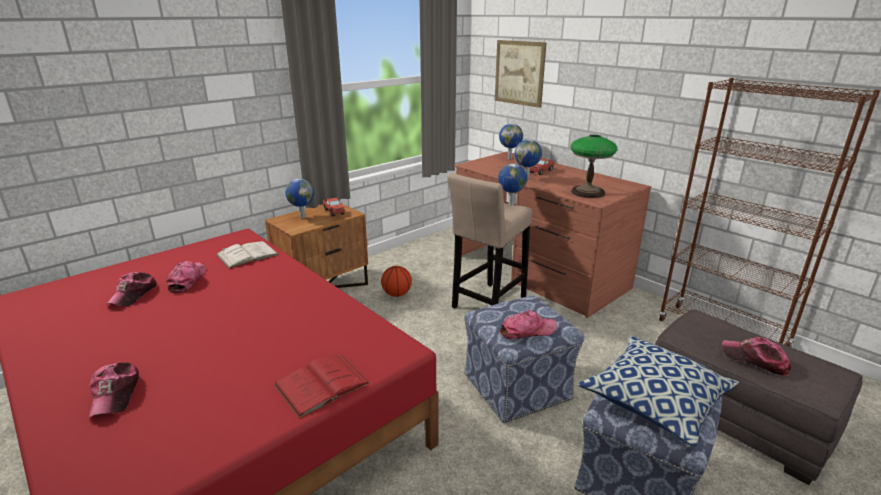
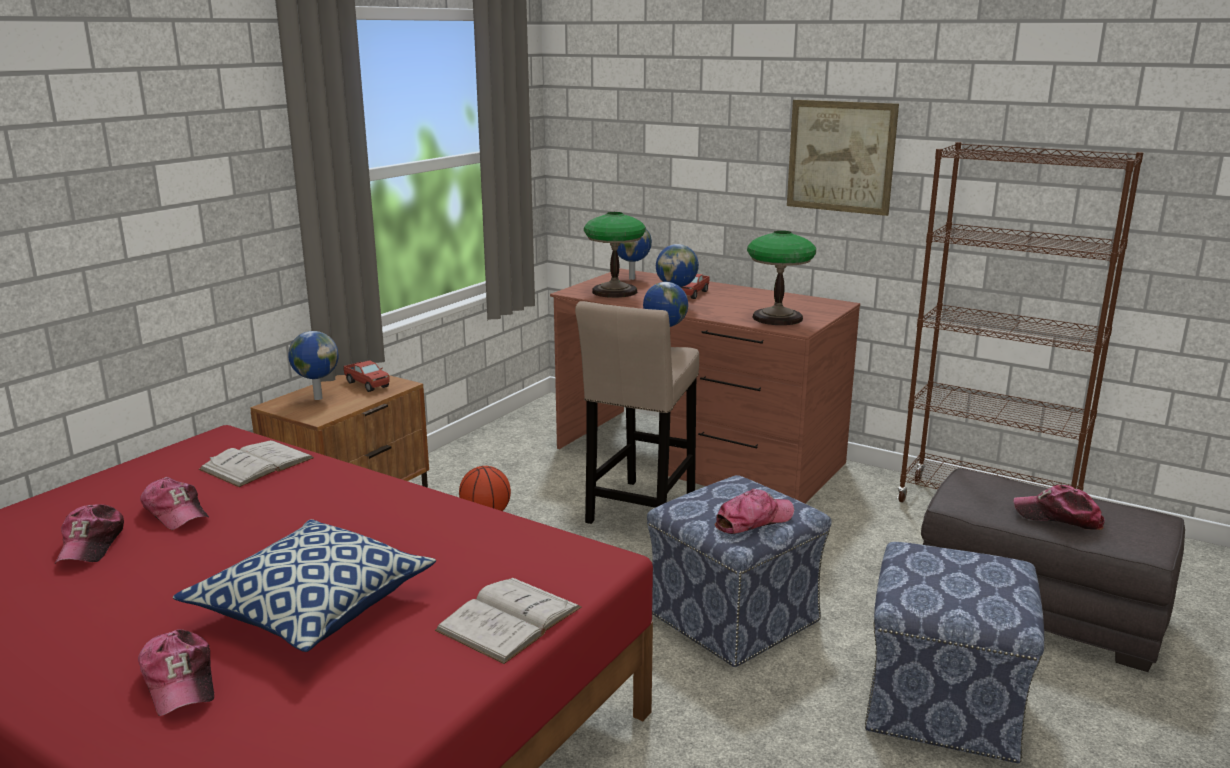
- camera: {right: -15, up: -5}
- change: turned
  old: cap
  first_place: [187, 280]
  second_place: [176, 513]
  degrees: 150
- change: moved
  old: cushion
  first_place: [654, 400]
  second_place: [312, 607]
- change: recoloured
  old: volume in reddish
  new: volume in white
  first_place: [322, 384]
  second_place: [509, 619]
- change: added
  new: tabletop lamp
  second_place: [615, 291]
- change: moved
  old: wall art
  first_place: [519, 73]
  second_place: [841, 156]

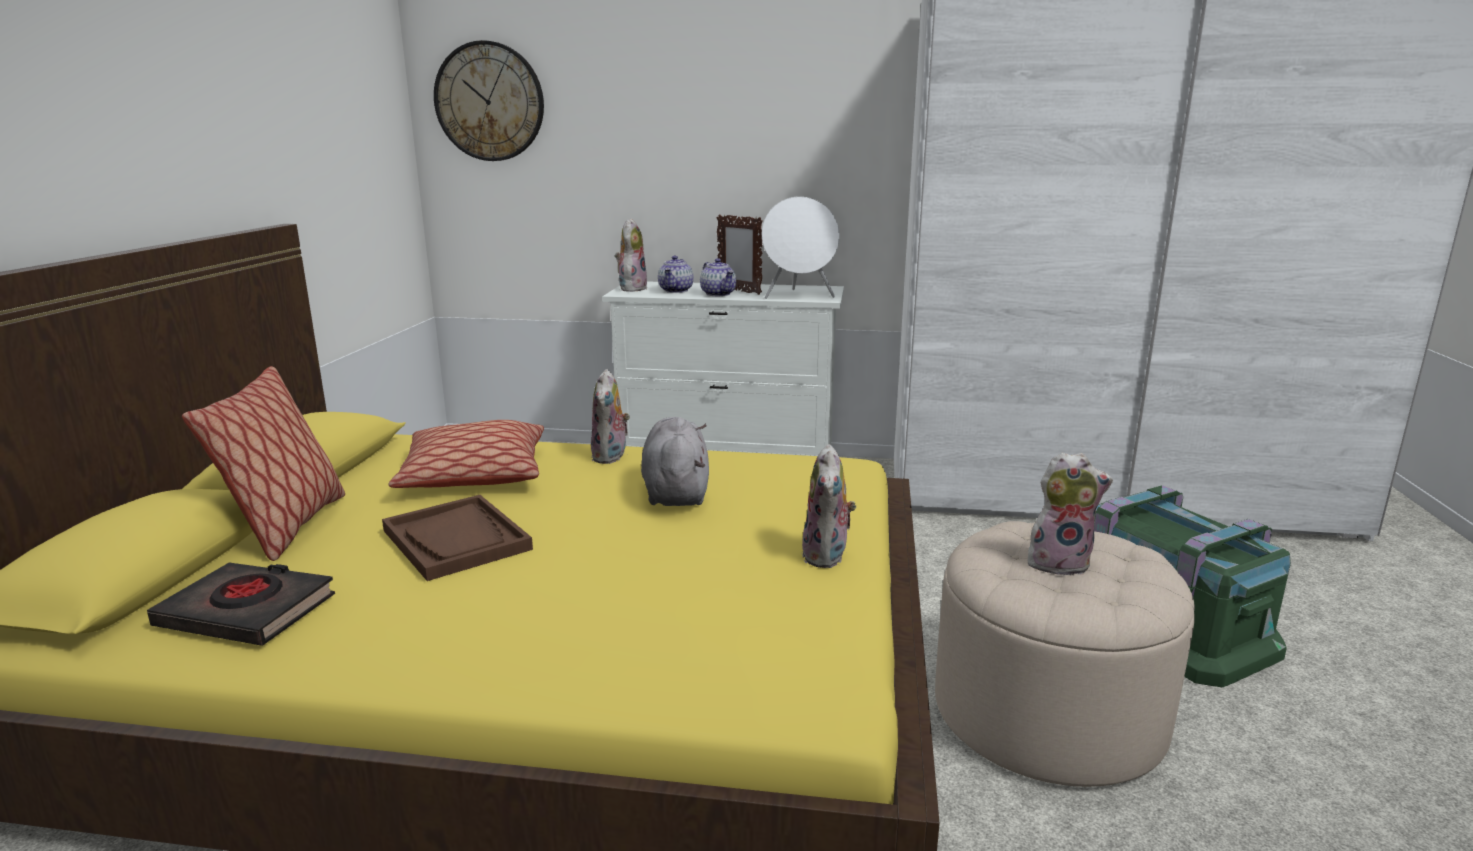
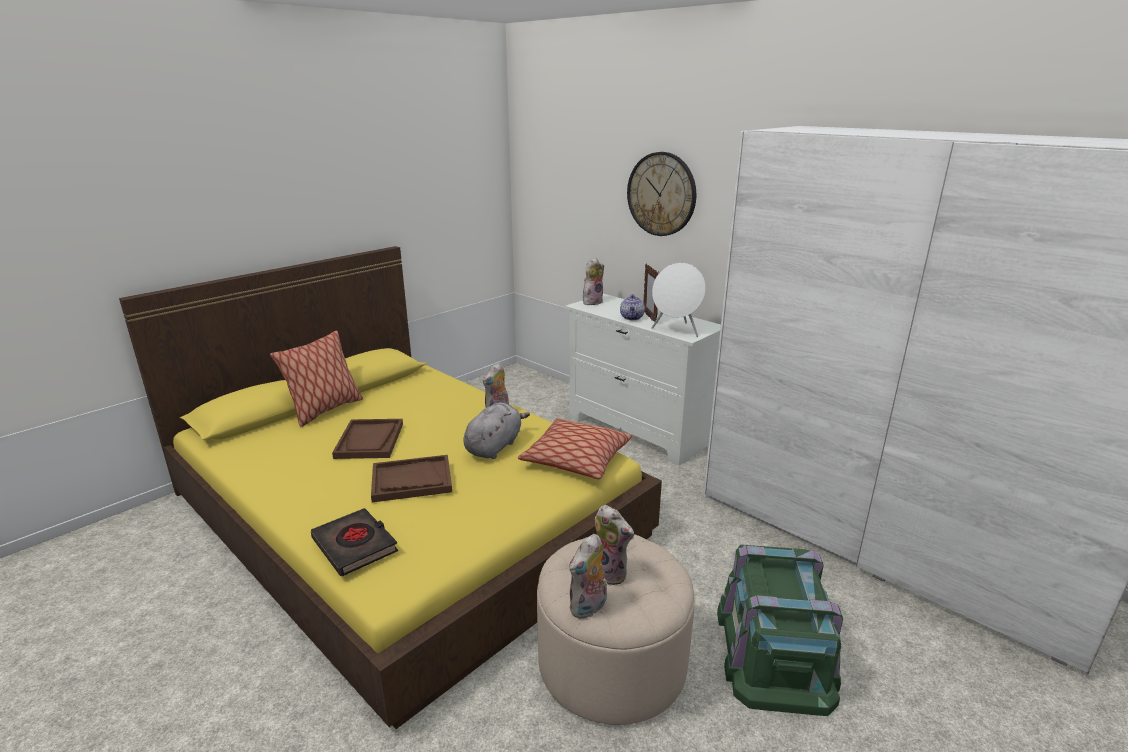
- camera: {right: 35, up: 5}
- change: moved
  old: volume in blackish
  first_place: [247, 612]
  second_place: [355, 546]
- change: added
  new: serving tray in brown-coloured
  second_place: [411, 480]
- change: moved
  old: cushion
  first_place: [474, 475]
  second_place: [576, 459]
- change: moved
  old: soft toy
  first_place: [828, 556]
  second_place: [589, 608]
- change: moved
  old: hanging clock
  first_place: [489, 102]
  second_place: [661, 194]
- change: removed
  old: tea pot
  first_place: [676, 290]

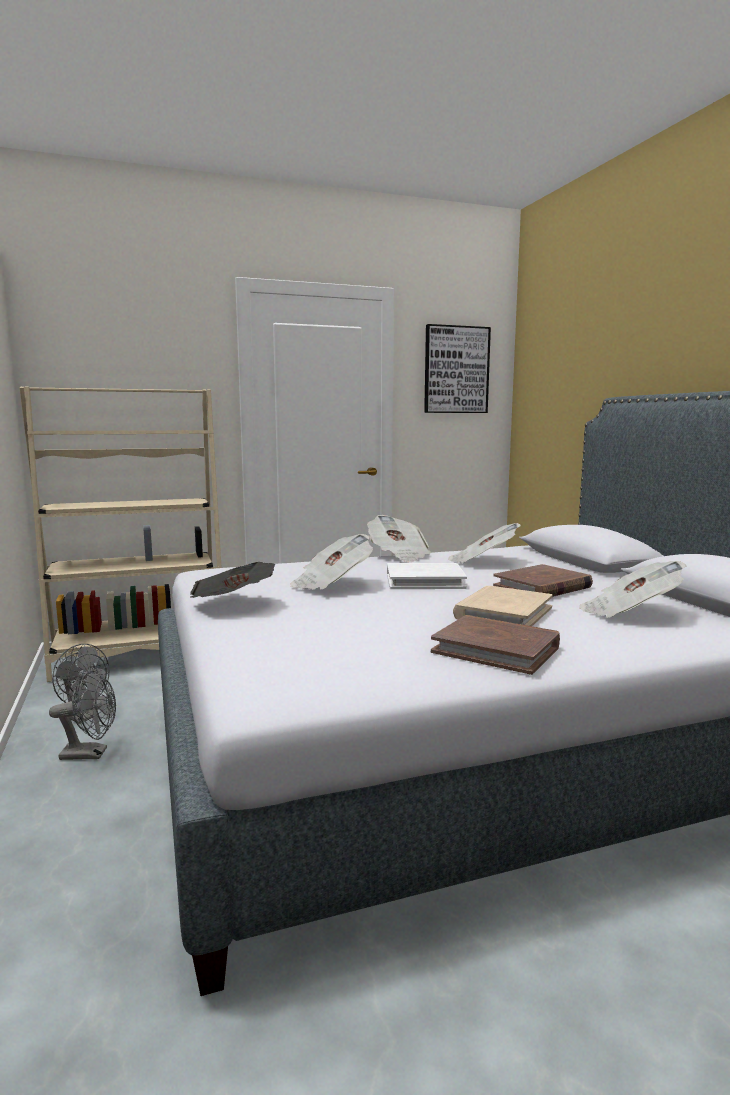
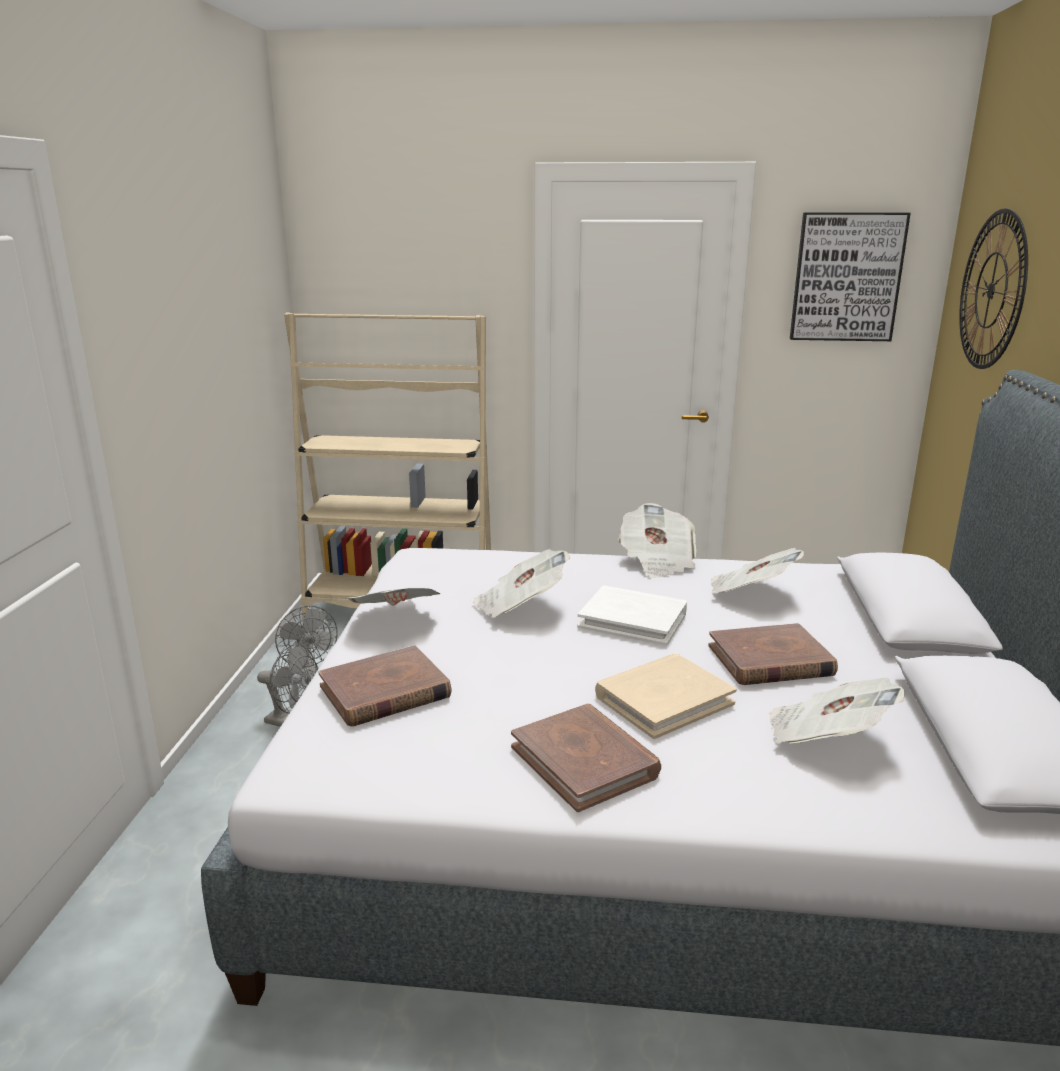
- camera: {right: 25, up: 10}
- change: added
  new: volume in brown-coloured
  second_place: [385, 692]
- change: added
  new: hanging clock
  second_place: [991, 290]

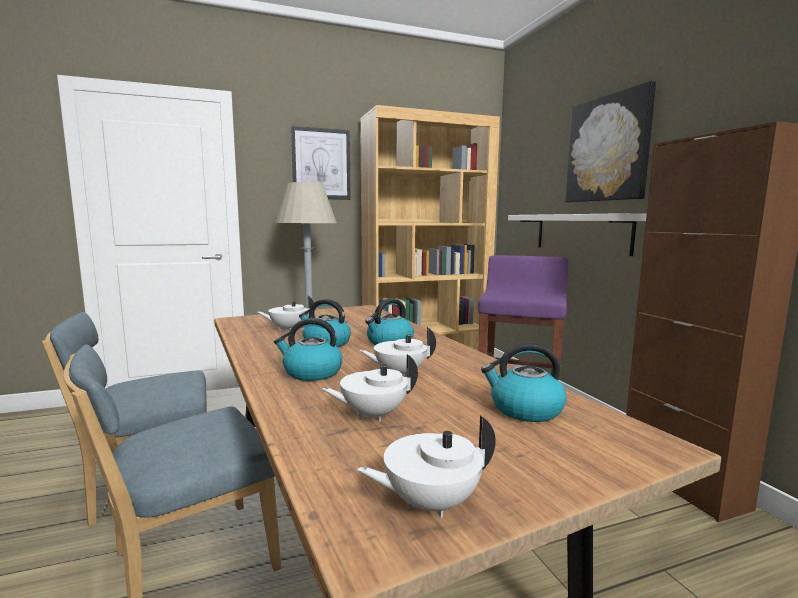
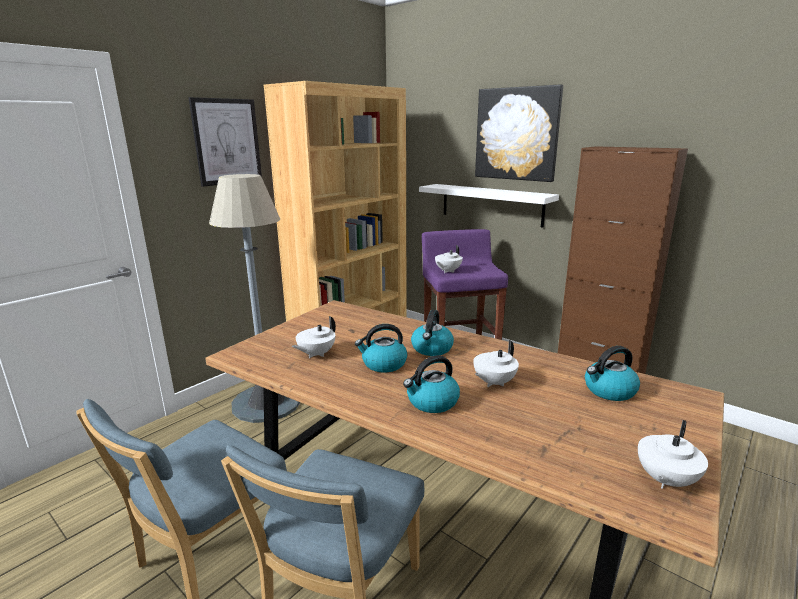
- camera: {right: -30, up: 10}
- change: moved
  old: tea pot in white
  first_place: [372, 415]
  second_place: [447, 271]

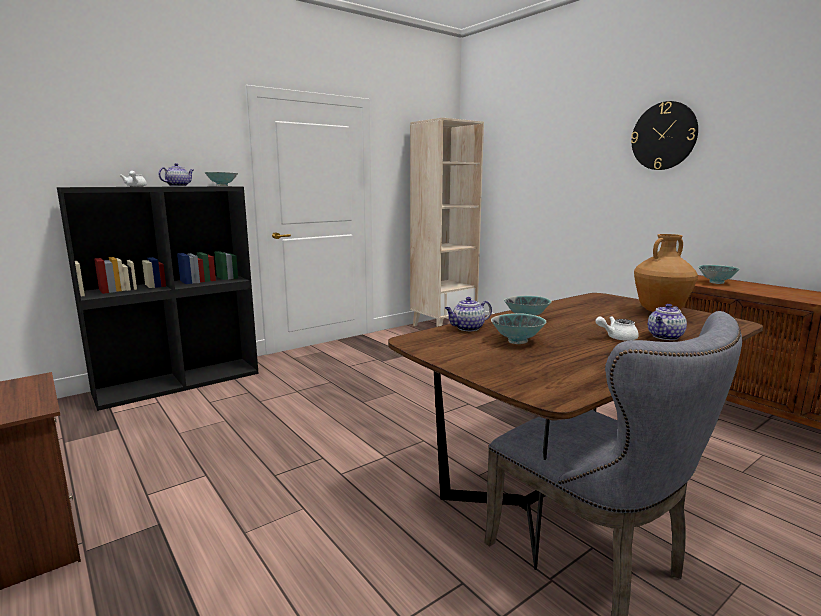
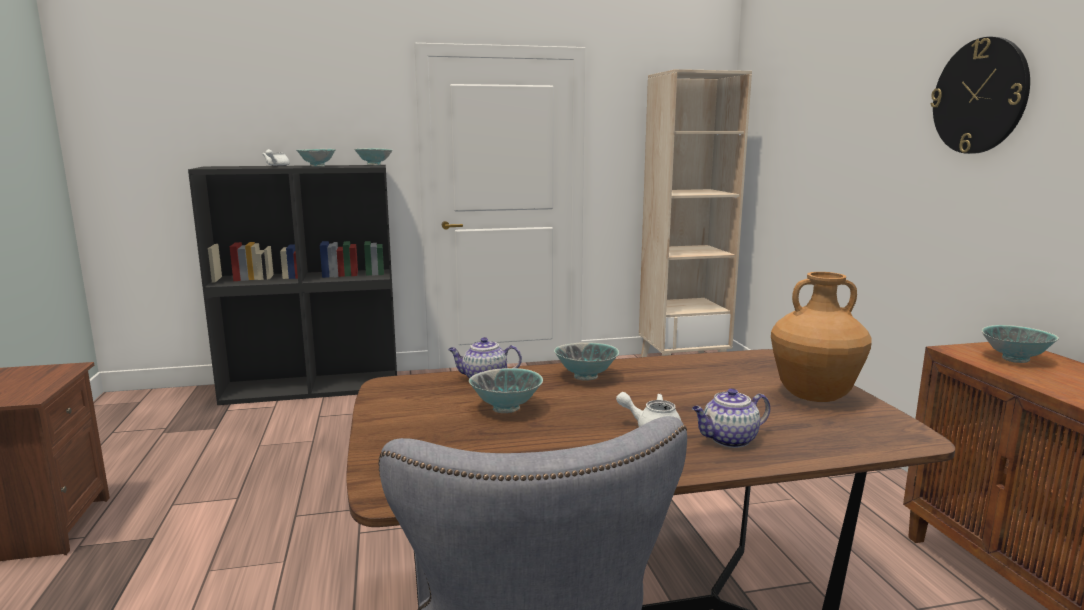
- camera: {right: 25, up: 0}
- change: replaced
  old: tea pot
  new: deep dish
  first_place: [178, 186]
  second_place: [317, 166]

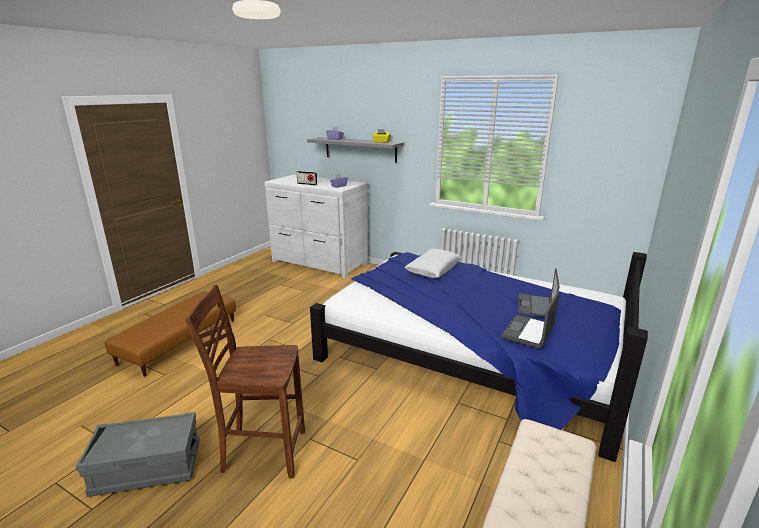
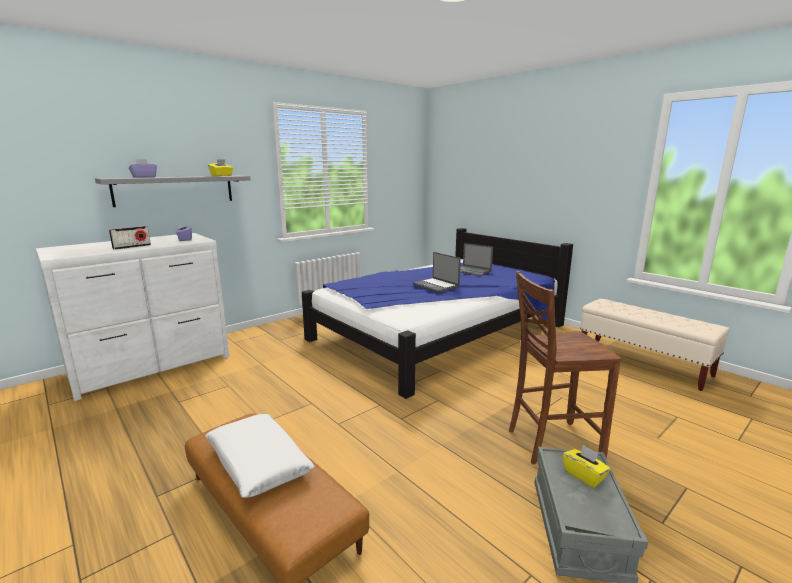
- camera: {right: -70, up: -5}
- change: moved
  old: cushion in white
  first_place: [433, 269]
  second_place: [258, 462]
- change: moved
  old: portable computer
  first_place: [529, 332]
  second_place: [436, 286]
- change: turned
  old: plain chair in brown-coloured
  first_place: [262, 451]
  second_place: [551, 443]
  degrees: 60
- change: added
  new: tissue box in yellow
  second_place: [584, 475]

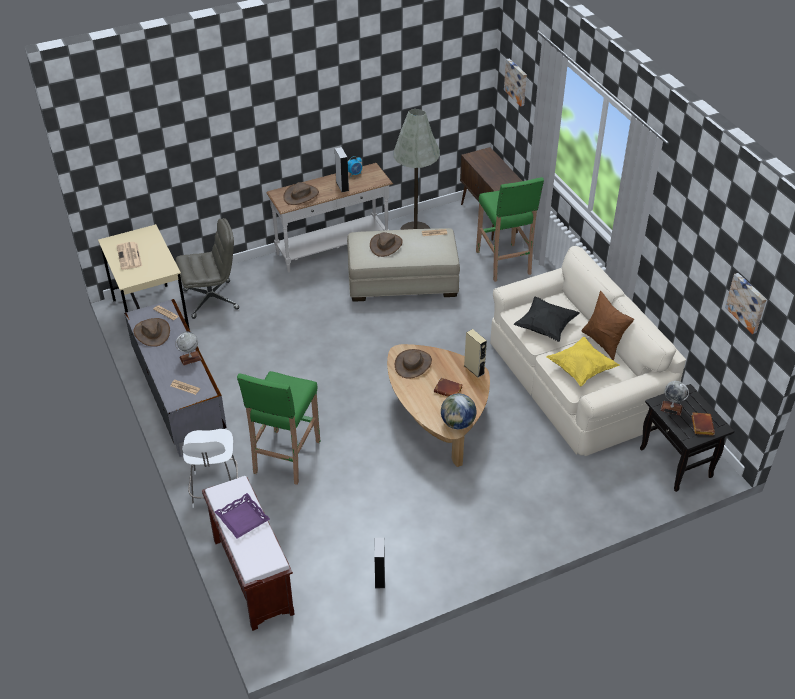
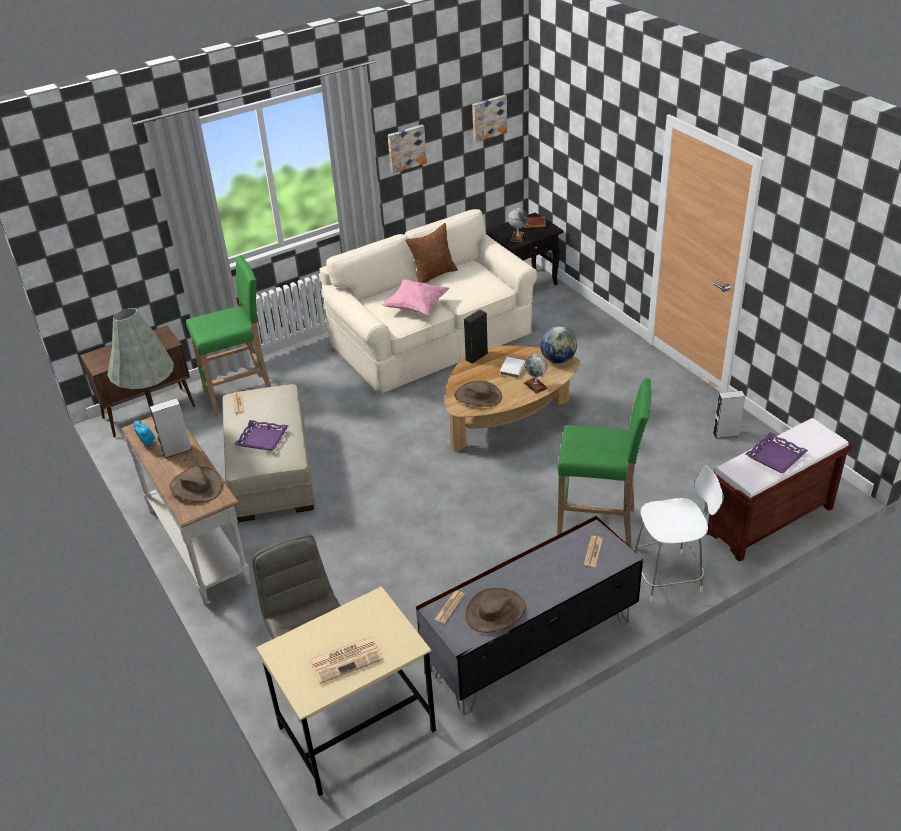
- camera: {right: -95, up: -5}
- change: replaced
  old: clothing hat in brown-coloured
  new: serving tray in purplish
  first_place: [386, 245]
  second_place: [262, 439]
- change: recoloured
  old: cushion in blackish
  new: cushion in pink
  first_place: [545, 327]
  second_place: [416, 307]
- change: moved
  old: wall art
  first_place: [516, 81]
  second_place: [406, 148]
- change: recoloured
  old: loudspeaker in sand-coloured
  new: loudspeaker in blackish
  first_place: [474, 369]
  second_place: [476, 356]
- change: recoloured
  old: volume in brown-coloured
  new: volume in white
  first_place: [449, 390]
  second_place: [511, 369]
- change: moved
  old: globe
  first_place: [190, 358]
  second_place: [535, 386]
- change: removed
  old: cushion in yellow
  first_place: [581, 369]

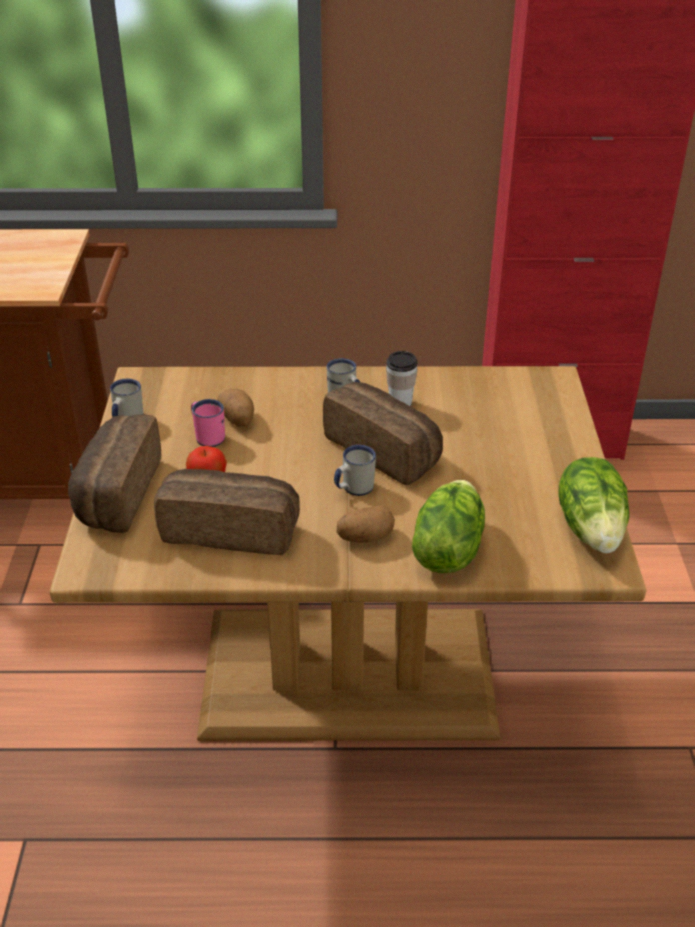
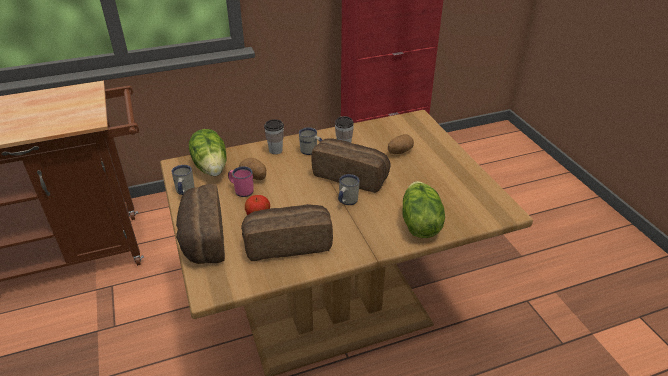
- camera: {right: -20, up: 0}
- change: moved
  old: lettuce
  first_place: [592, 528]
  second_place: [211, 167]
- change: added
  new: small cup
  second_place: [275, 150]
- change: moved
  old: whole potato
  first_place: [365, 537]
  second_place: [399, 151]

